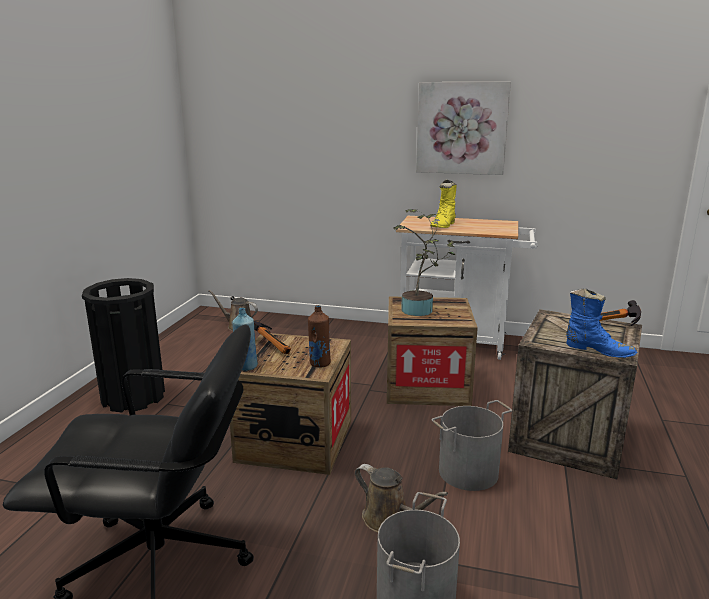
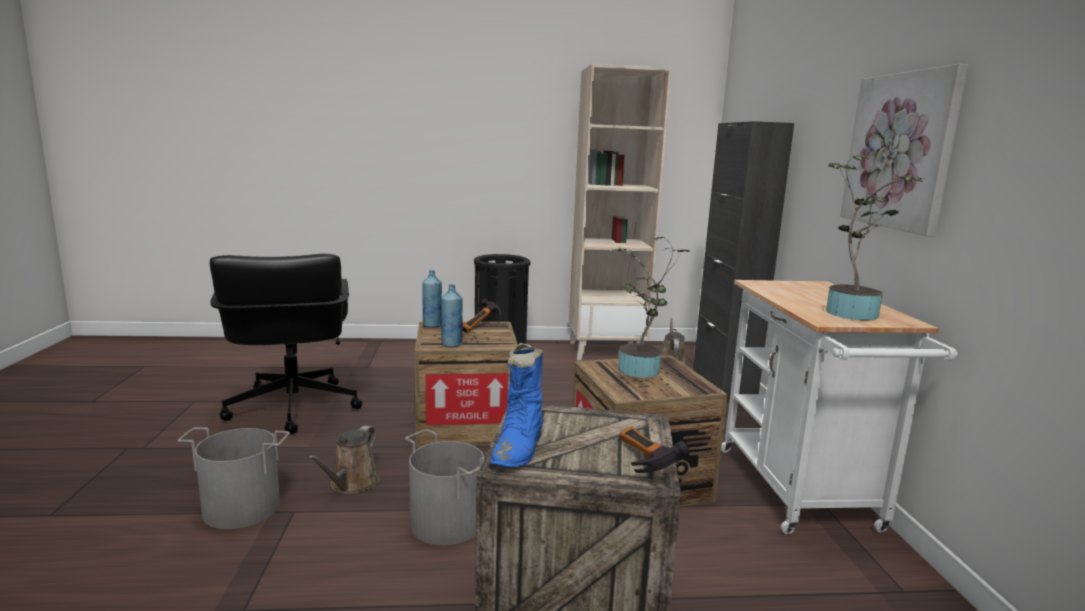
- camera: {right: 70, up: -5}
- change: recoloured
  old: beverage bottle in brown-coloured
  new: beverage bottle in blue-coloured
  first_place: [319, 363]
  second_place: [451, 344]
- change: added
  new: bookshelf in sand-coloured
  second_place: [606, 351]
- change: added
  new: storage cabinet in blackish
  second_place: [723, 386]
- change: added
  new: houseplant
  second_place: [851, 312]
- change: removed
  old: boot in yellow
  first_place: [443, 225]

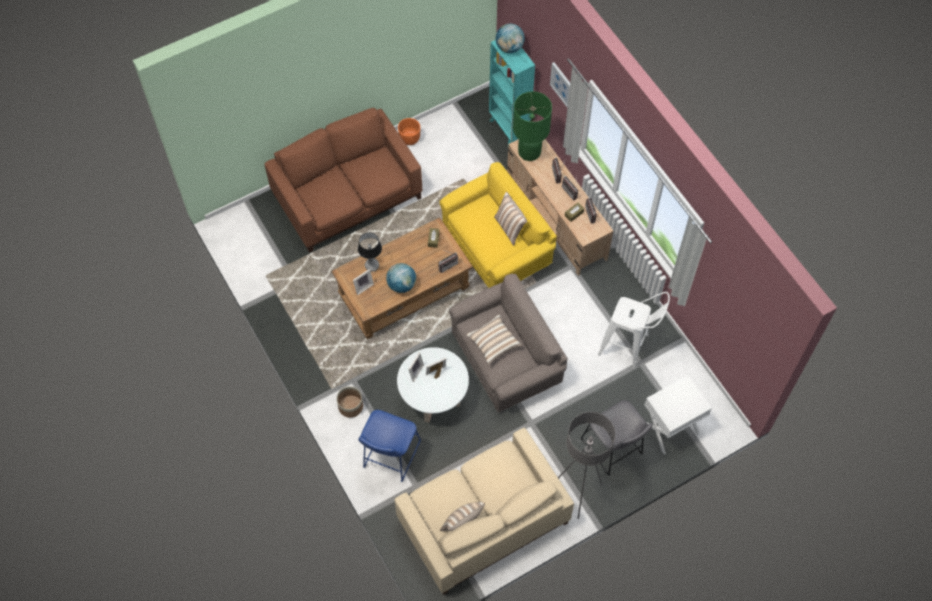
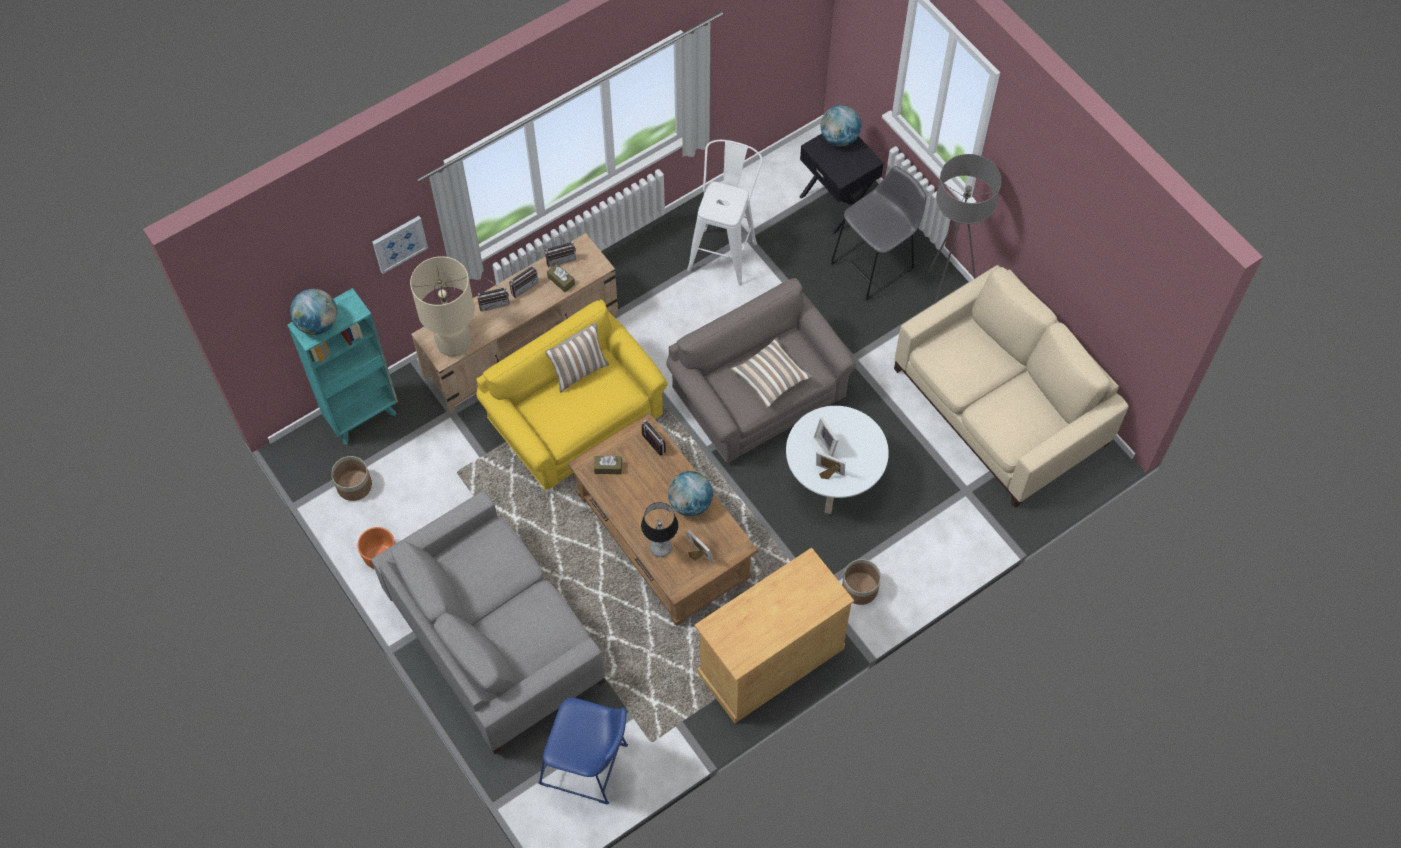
- camera: {right: -95, up: 0}
- change: added
  new: planter
  second_place: [354, 485]
- change: recoloured
  old: couch in brown-coloured
  new: couch in grey
  first_place: [347, 196]
  second_place: [495, 637]
- change: recoloured
  old: tabletop lamp in greenish
  new: tabletop lamp in sand-coloured
  first_place: [529, 152]
  second_place: [454, 342]
- change: moved
  old: stool seat in blue-coloured
  first_place: [390, 457]
  second_place: [588, 767]
- change: added
  new: storage cabinet in sand-coloured
  second_place: [770, 660]
- change: recoloured
  old: night table in white
  new: night table in blackish
  first_place: [670, 428]
  second_place: [837, 202]
- change: added
  new: globe
  second_place: [839, 138]
- change: removed
  old: cushion
  first_place: [462, 524]

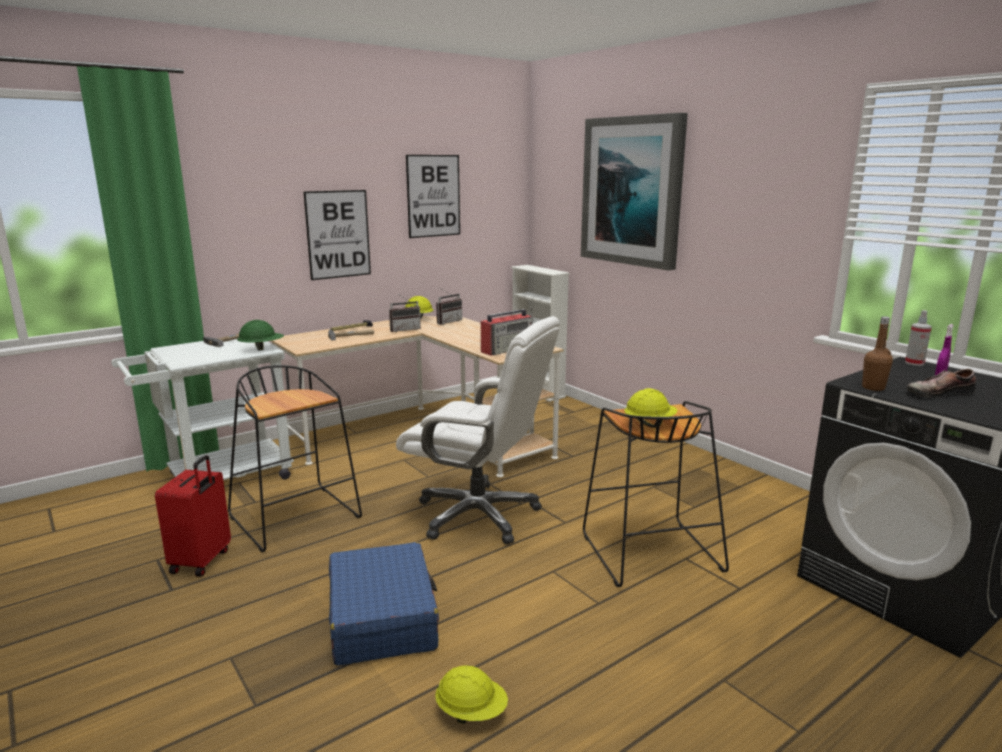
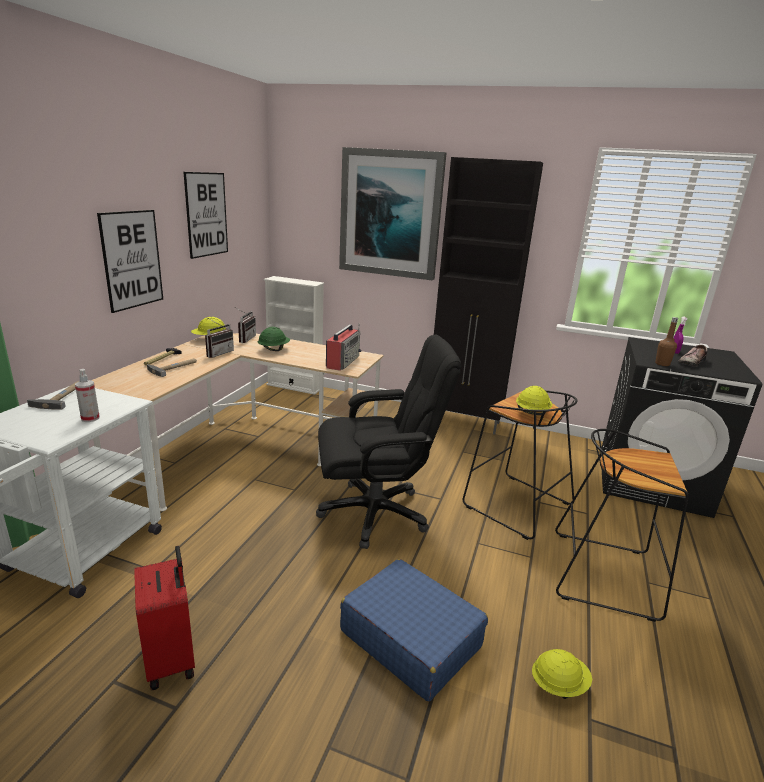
- camera: {right: -35, up: 5}
- change: moved
  old: spray bottle
  first_place: [914, 363]
  second_place: [90, 418]
- change: moved
  old: hard hat in greenish
  first_place: [262, 348]
  second_place: [274, 349]
- change: recoloured
  old: desk chair in white
  new: desk chair in blackish
  first_place: [479, 515]
  second_place: [375, 513]
- change: added
  new: storage cabinet in blackish
  second_place: [464, 422]
- change: moved
  old: stool seat in blackish
  first_place: [297, 518]
  second_place: [605, 574]

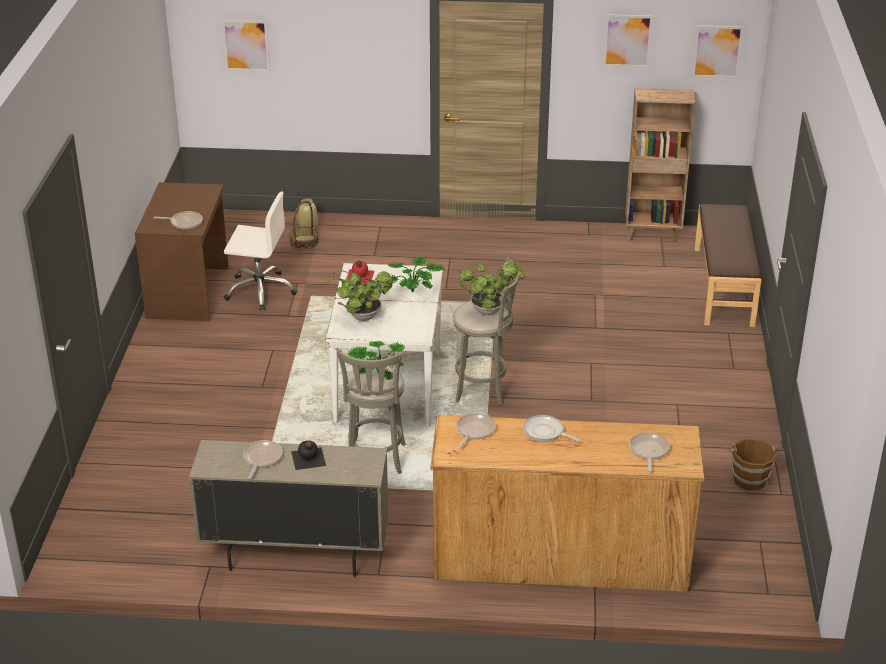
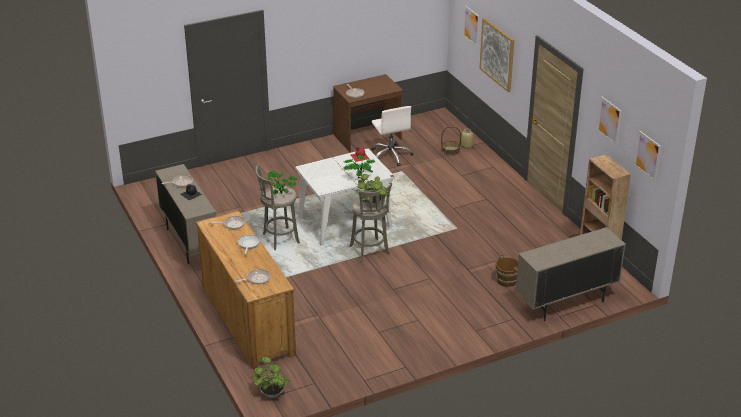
- camera: {right: 60, up: 0}
- change: moved
  old: houseplant
  first_place: [361, 316]
  second_place: [271, 393]
- change: added
  new: wall art
  second_place: [497, 54]
- change: moved
  old: pail in brown-coloured
  first_place: [749, 479]
  second_place: [507, 281]
- change: replaced
  old: indoor bench in brown-coloured
  new: storage cabinet in sand-coloured
  first_place: [724, 286]
  second_place: [566, 303]

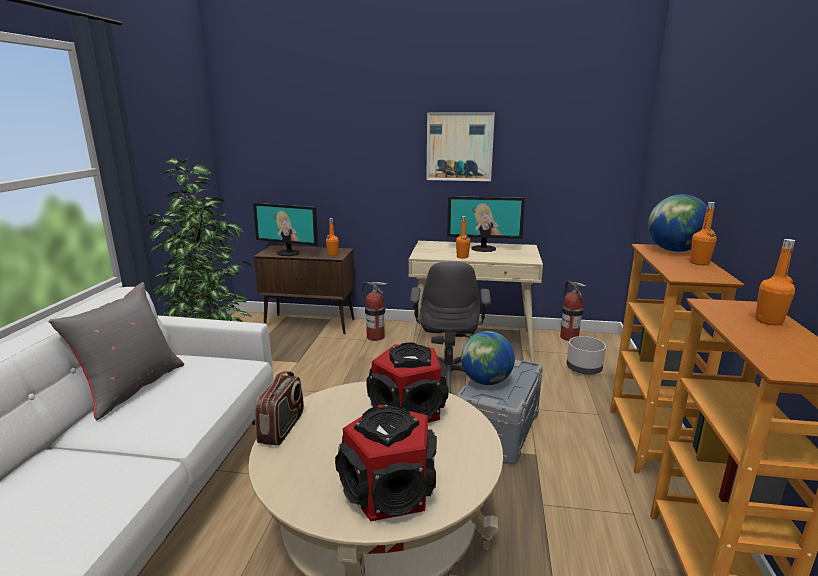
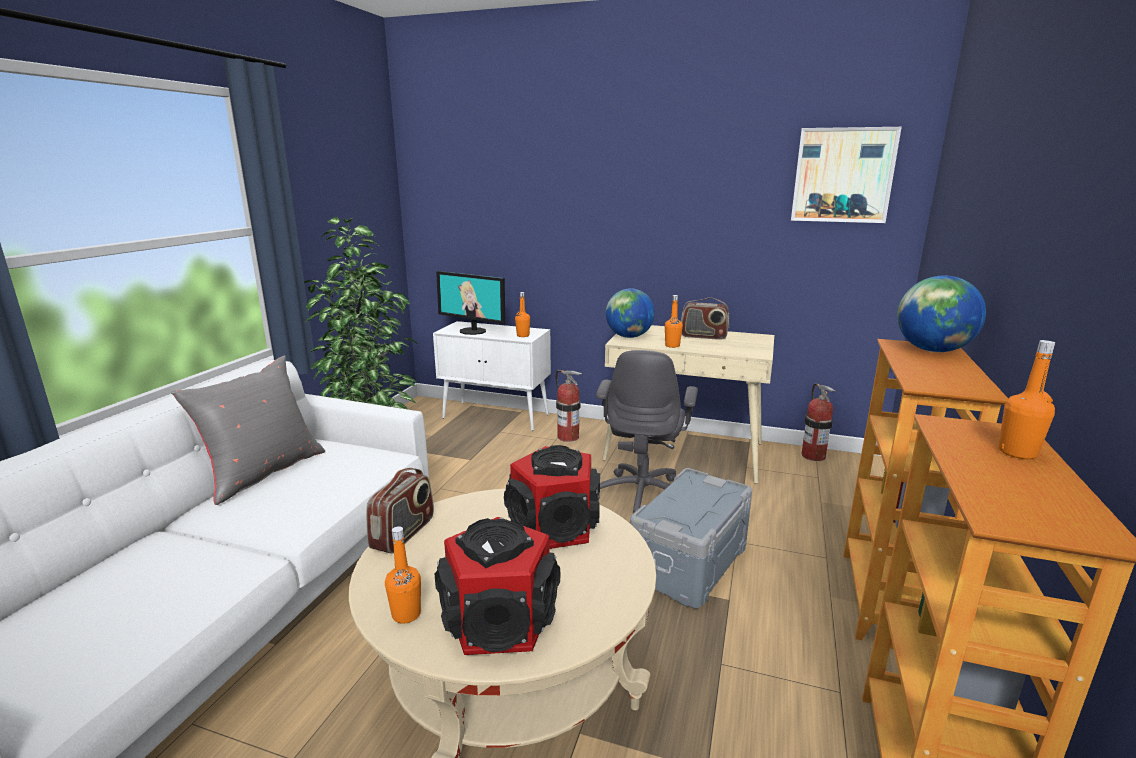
- camera: {right: 10, up: 0}
- change: moved
  old: beverage bottle in orange
  first_place: [699, 263]
  second_place: [406, 614]
- change: recoloured
  old: storage cabinet in brown-coloured
  new: storage cabinet in white
  first_place: [310, 324]
  second_place: [496, 416]
- change: moved
  old: globe
  first_place: [486, 381]
  second_place: [629, 337]
- change: replaced
  old: computer display
  new: radio
  first_place: [483, 248]
  second_place: [703, 336]
- change: moved
  old: wall art
  first_place: [459, 147]
  second_place: [843, 175]
- change: removed
  old: planter in grey
  first_place: [584, 369]

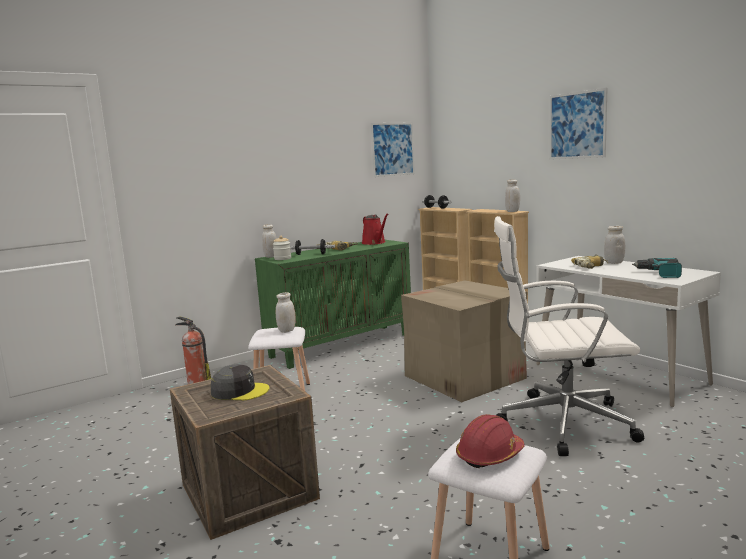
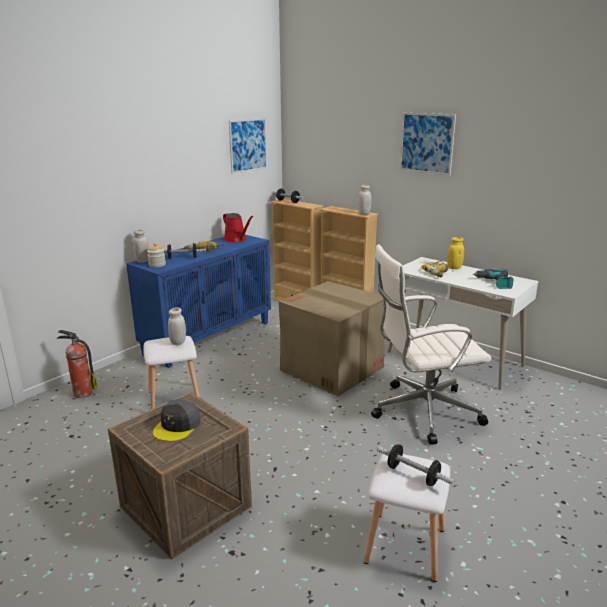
- camera: {right: -15, up: 10}
- change: recoloured
  old: storage cabinet in greenish
  new: storage cabinet in blue-coloured
  first_place: [341, 345]
  second_place: [209, 337]
- change: turned
  old: cap in grey
  first_place: [240, 391]
  second_place: [177, 426]
  degrees: 120
- change: replaced
  old: hard hat in reddish
  new: hand weight
  first_place: [489, 455]
  second_place: [413, 475]
- change: recoloured
  old: preserve jar in white
  new: preserve jar in yellow
  first_place: [614, 262]
  second_place: [454, 267]

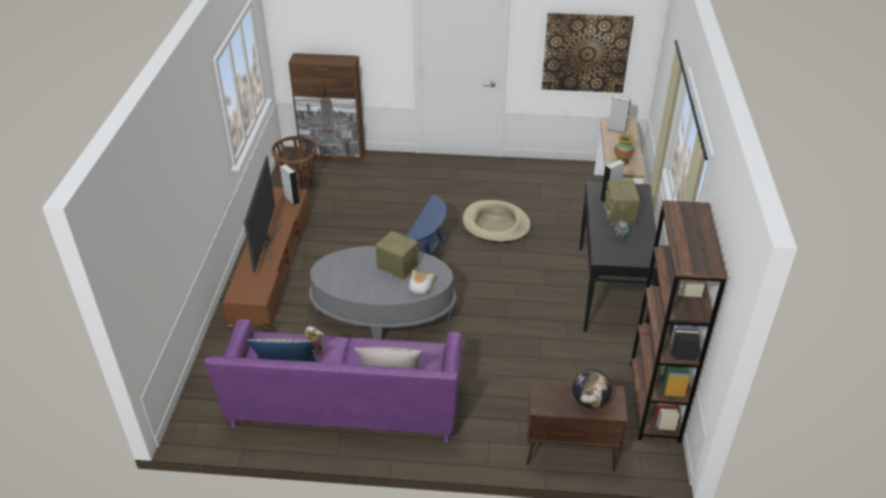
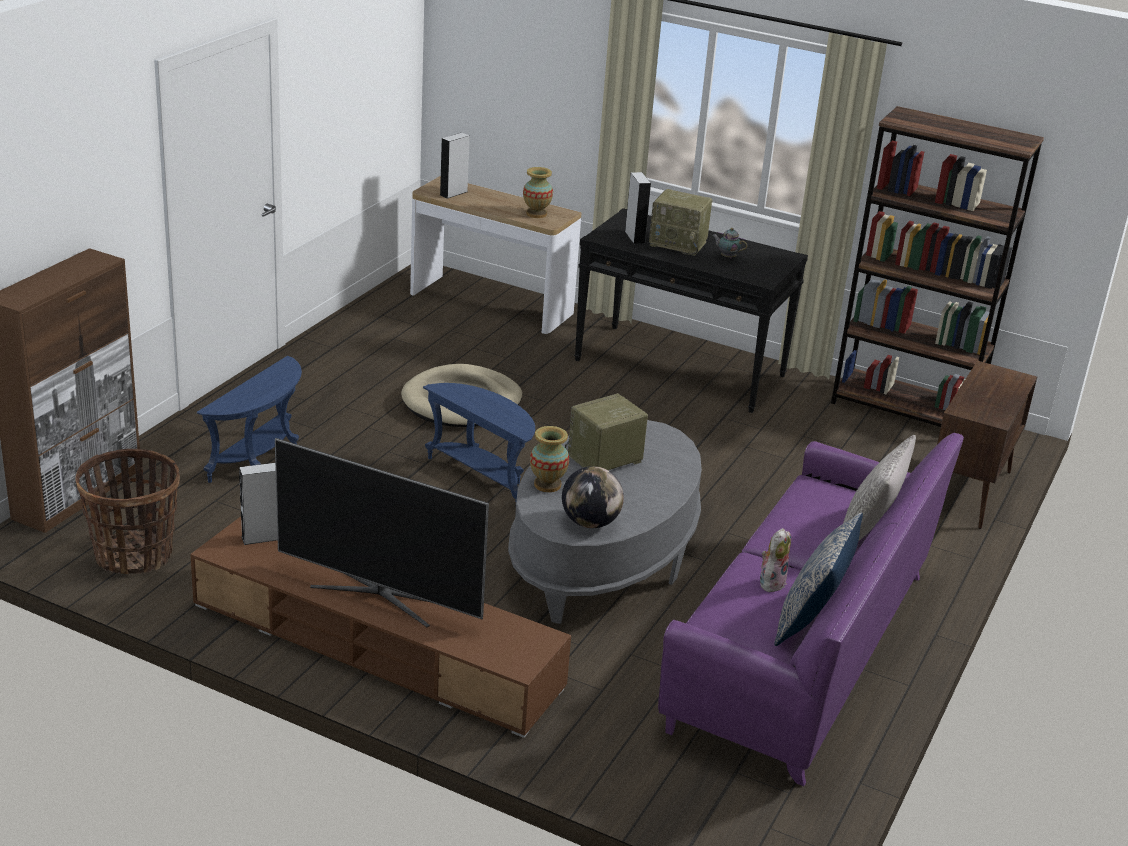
- camera: {right: -70, up: -10}
- change: added
  new: side table in blue-coloured
  second_place: [261, 459]
- change: added
  new: flower vase
  second_place: [547, 485]
- change: moved
  old: globe
  first_place: [589, 401]
  second_place: [590, 523]
- change: removed
  old: soft toy
  first_place: [419, 289]
- change: removed
  old: wall art
  first_place: [586, 52]

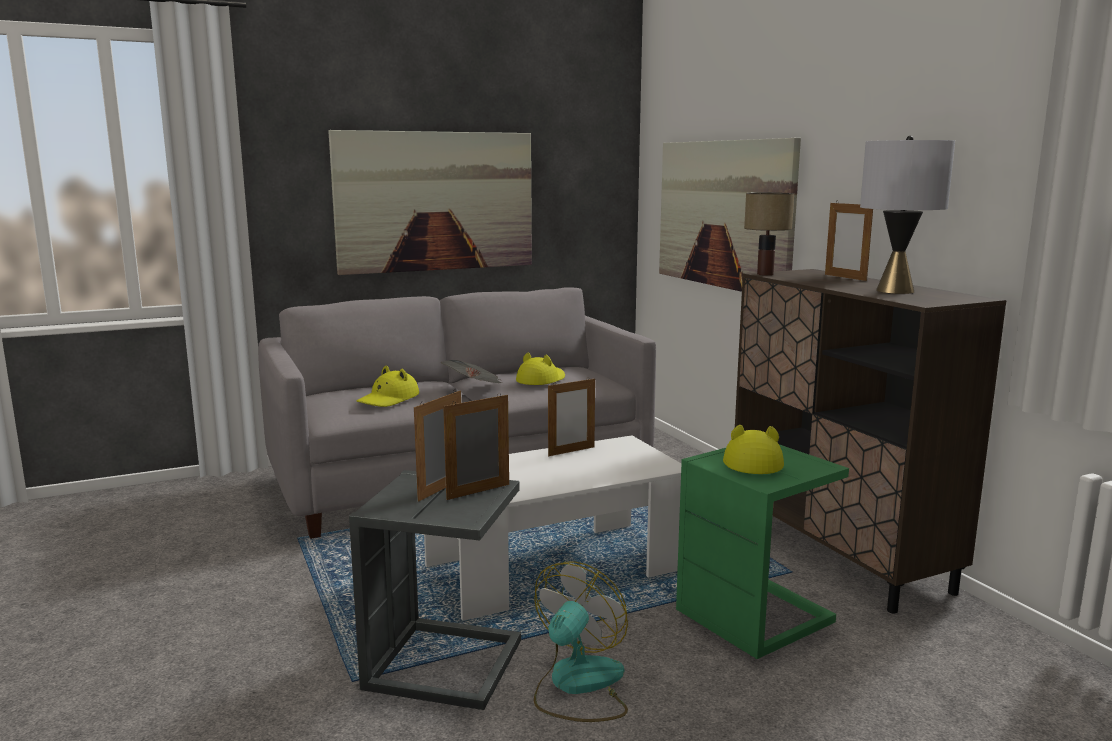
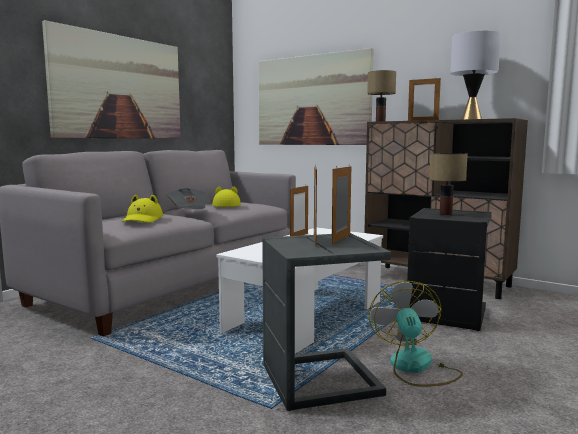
- camera: {right: -30, up: -5}
- change: recoloured
  old: side table in greenish
  new: side table in blackish
  first_place: [757, 617]
  second_place: [448, 314]
- change: replaced
  old: clothing hat in yellow
  new: tabletop lamp
  first_place: [751, 461]
  second_place: [445, 214]

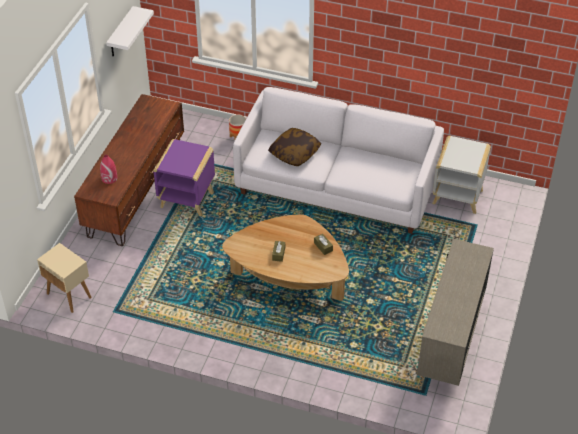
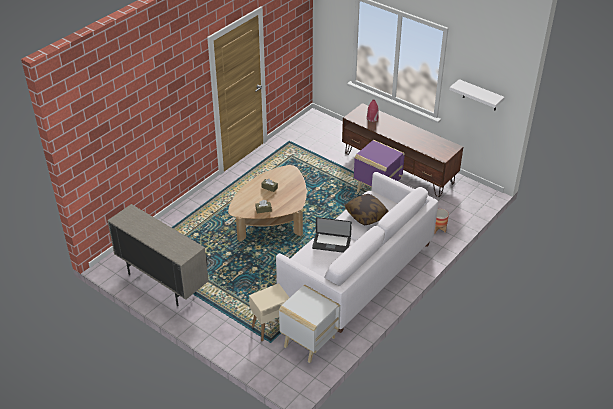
- camera: {right: 110, up: -5}
- change: moved
  old: side table in sand-coloured
  first_place: [69, 296]
  second_place: [270, 328]
- change: added
  new: portable computer
  second_place: [331, 243]

